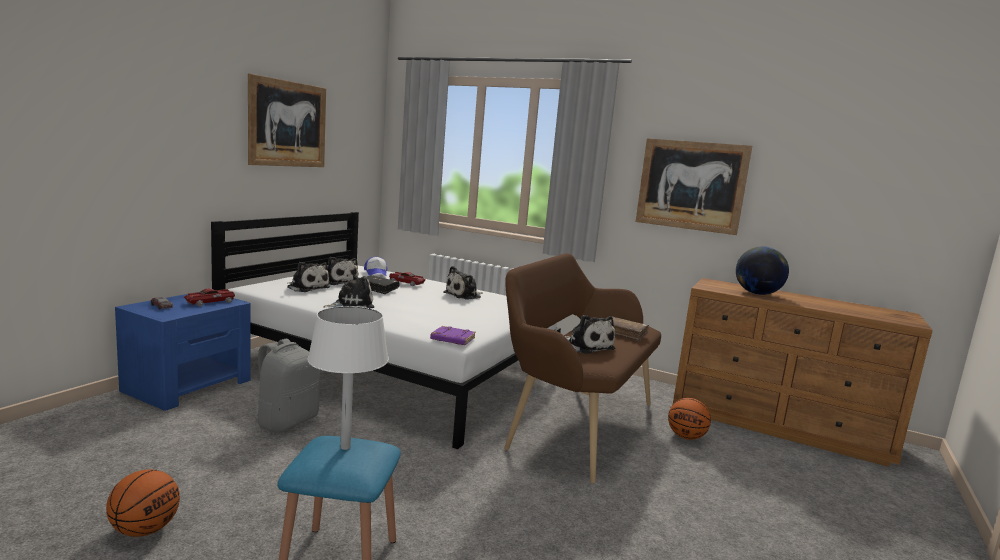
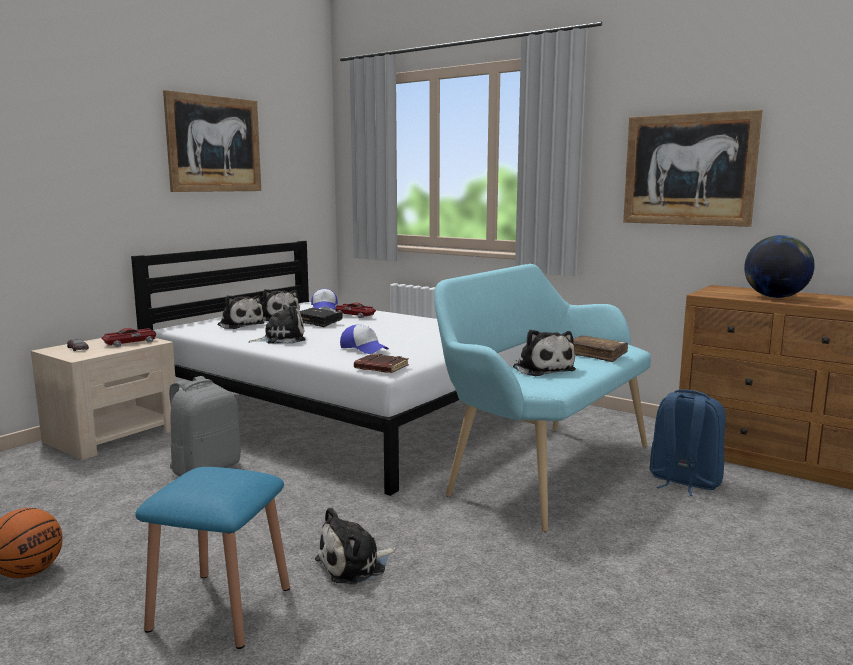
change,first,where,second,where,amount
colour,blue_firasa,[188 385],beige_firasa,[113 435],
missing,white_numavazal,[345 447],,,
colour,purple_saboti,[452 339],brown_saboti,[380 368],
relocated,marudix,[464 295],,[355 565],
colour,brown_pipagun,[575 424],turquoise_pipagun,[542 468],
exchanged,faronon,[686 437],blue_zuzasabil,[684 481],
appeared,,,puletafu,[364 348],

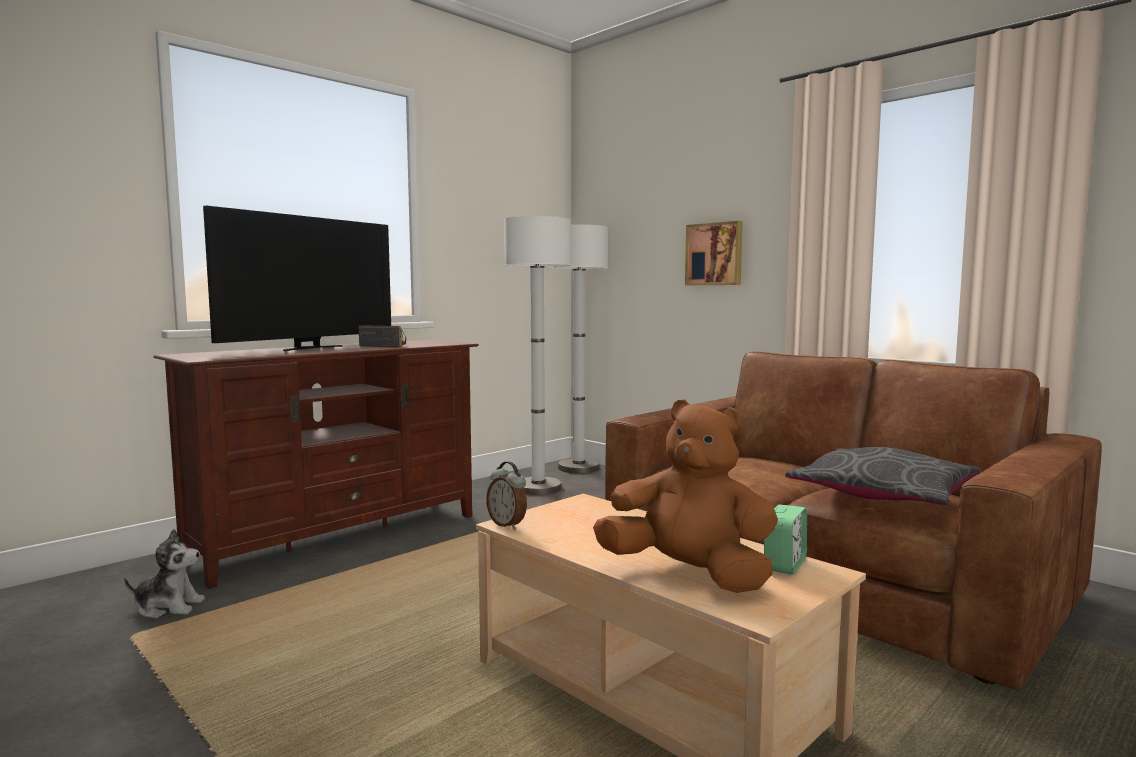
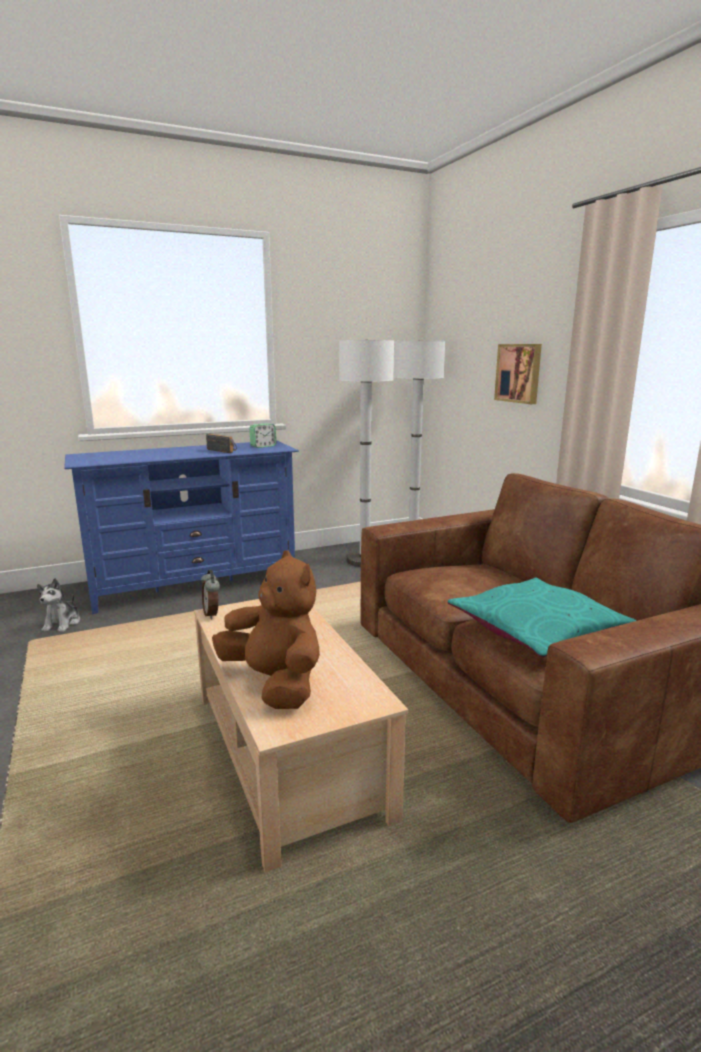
change,first,where,second,where,amount
spun,marudix,[168 607],,[62 623],75 degrees clockwise
colour,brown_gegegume,[339 537],blue_gegegume,[196 585],
missing,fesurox,[310 348],,,
relocated,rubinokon,[784 565],,[263 446],
colour,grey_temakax,[883 494],turquoise_temakax,[536 630],

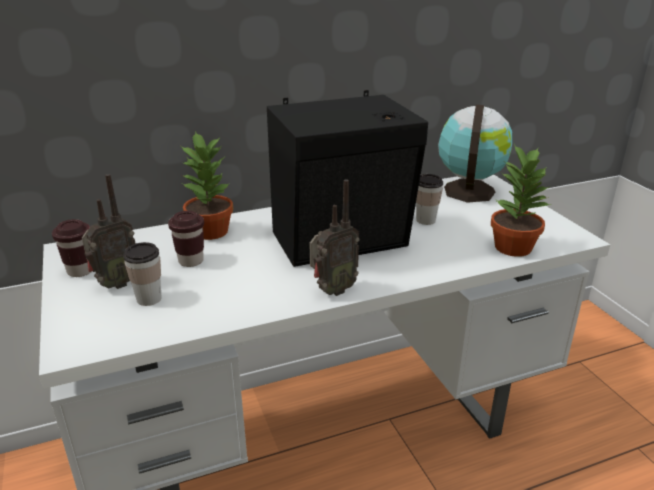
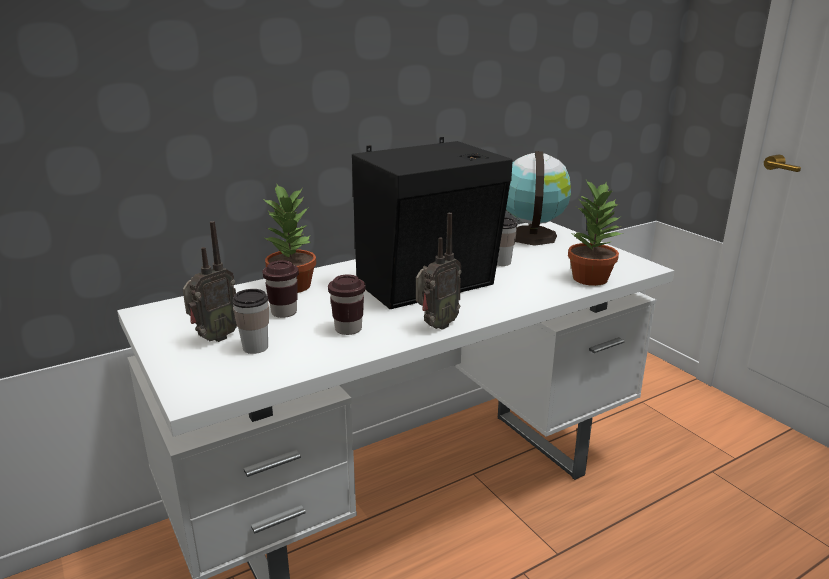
change,first,where,second,where,amount
relocated,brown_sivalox,[80 271],,[348 329],

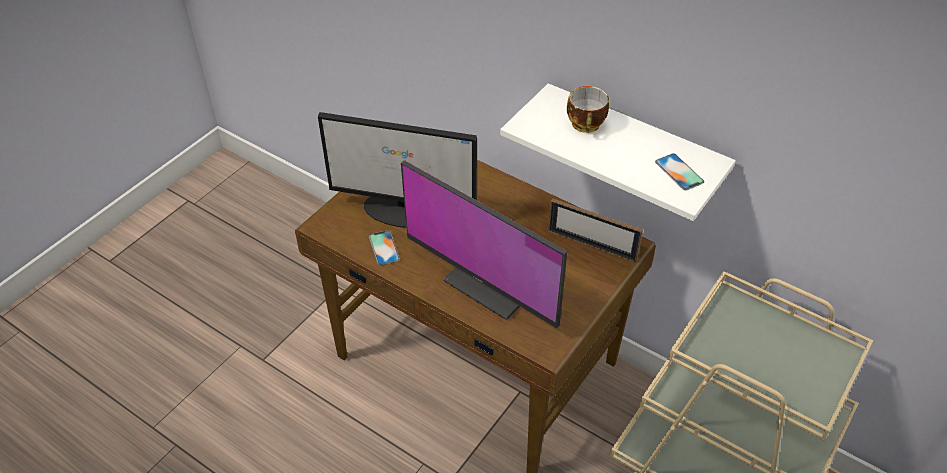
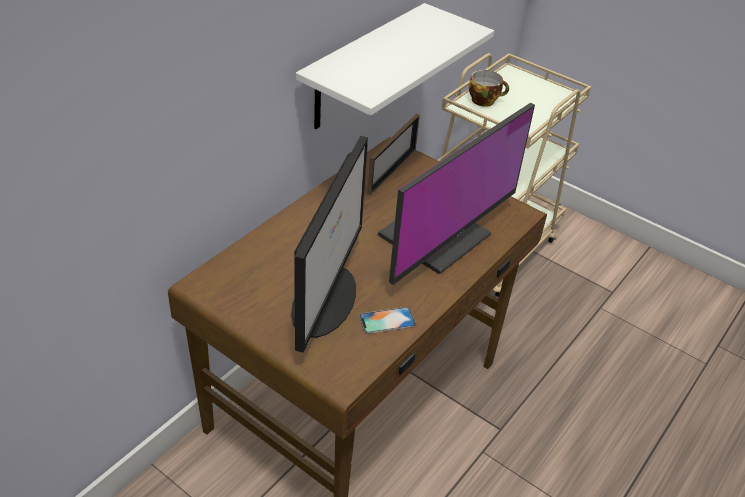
change,first,where,second,where,amount
relocated,sivalox,[587 125],,[484 100],
missing,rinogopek,[679 172],,,

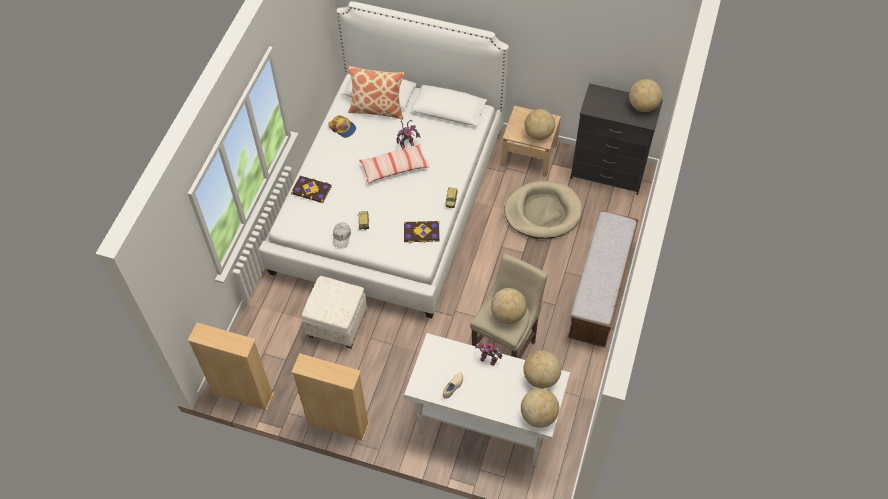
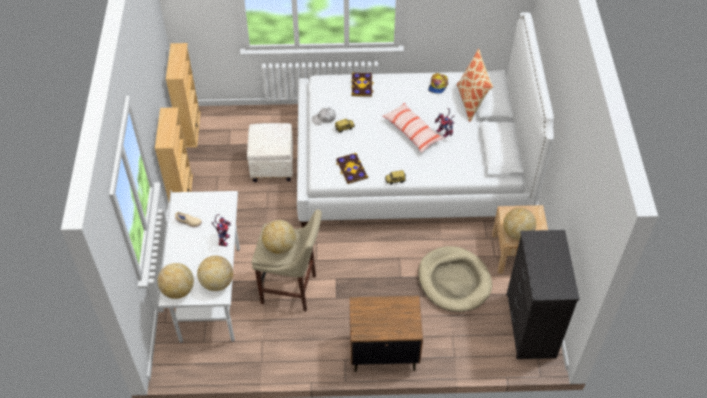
change,first,where,second,where,amount
exchanged,pipagun,[600 291],brown_firasa,[383 351],
missing,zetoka,[643 106],,,

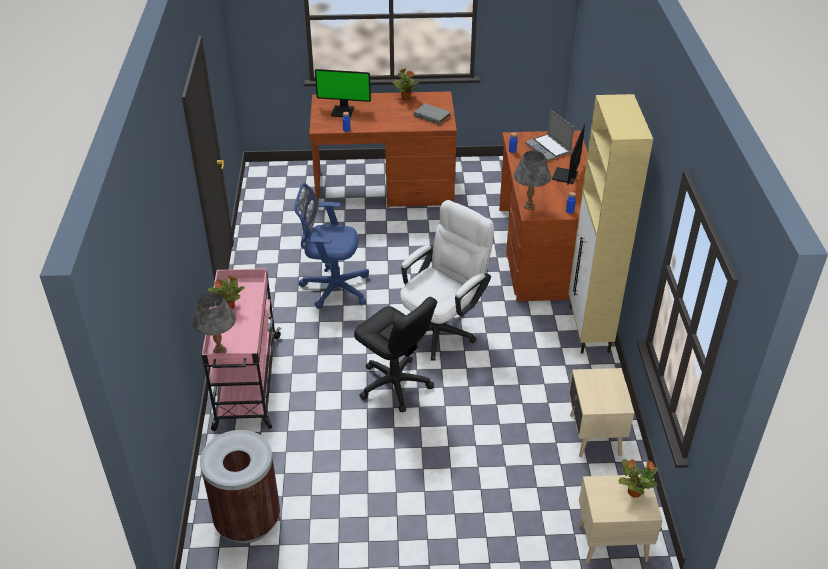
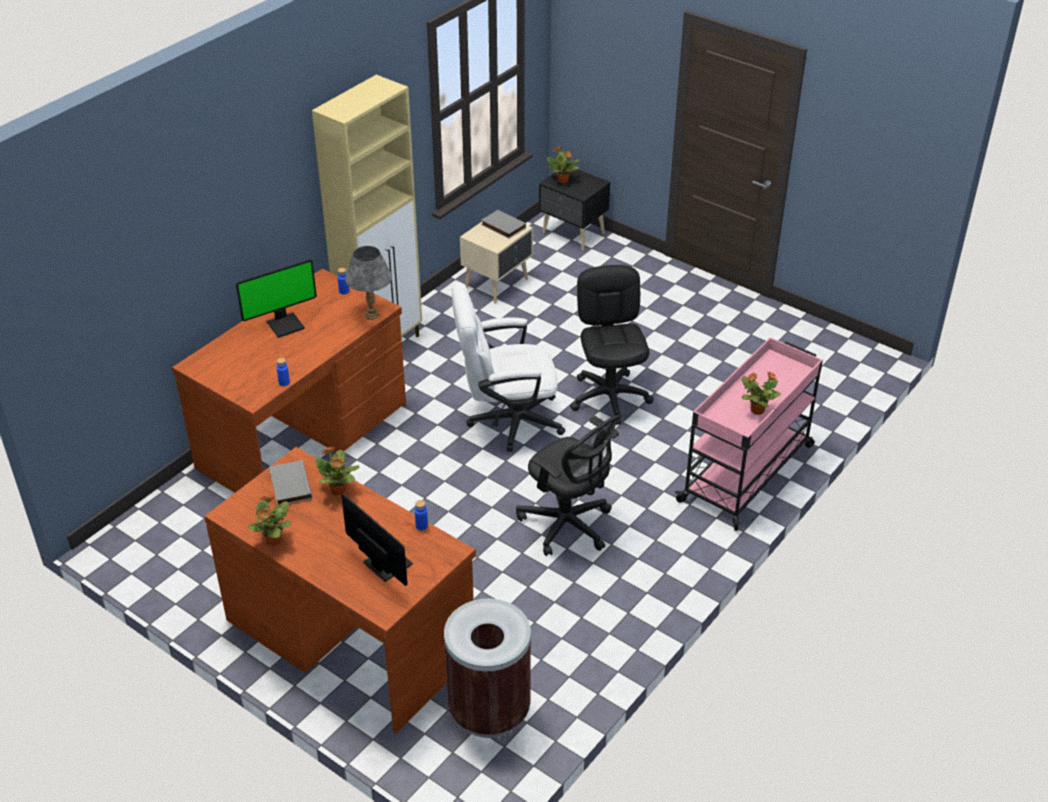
change,first,where,second,where,amount
missing,grey_numavazal,[220 351],,,
relocated,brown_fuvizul,[248 520],,[489 711],
colour,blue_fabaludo,[332 287],black_fabaludo,[568 526],
missing,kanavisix,[548 148],,,
colour,beige_firasa,[610 541],black_firasa,[573 234],
appeared,,,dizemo,[338 490],
appeared,,,grey_saboti,[502 227],

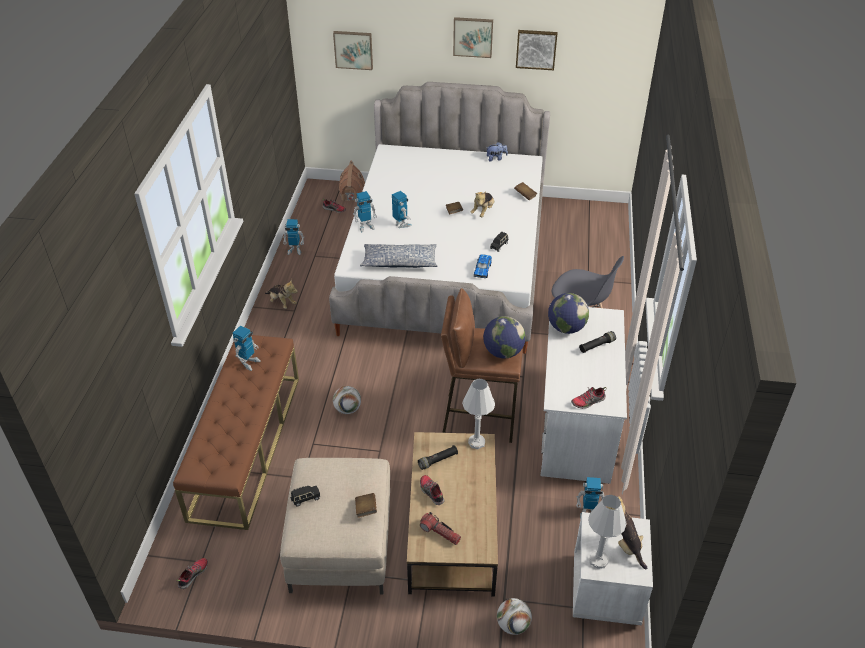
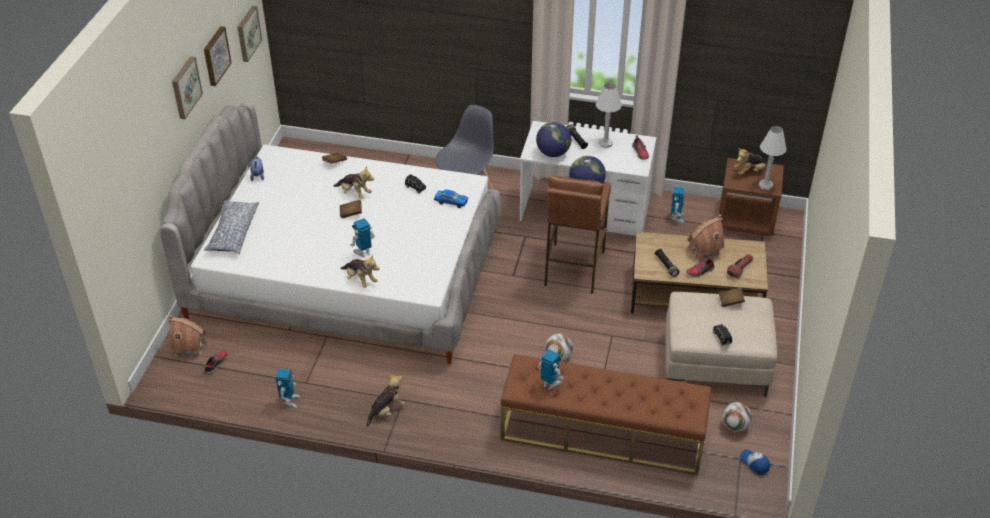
change,first,where,second,where,amount
exchanged,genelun,[193 575],puletafu,[754 463],
relocated,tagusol,[353 49],,[247 33],
exchanged,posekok,[365 226],marudix,[360 280],
relocated,temakax,[399 262],,[233 233],
relocated,white_numavazal,[476 442],,[605 143],
relocated,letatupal,[513 625],,[734 426],
colour,white_firasa,[606 590],brown_firasa,[746 219],
appeared,,,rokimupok,[703 251],

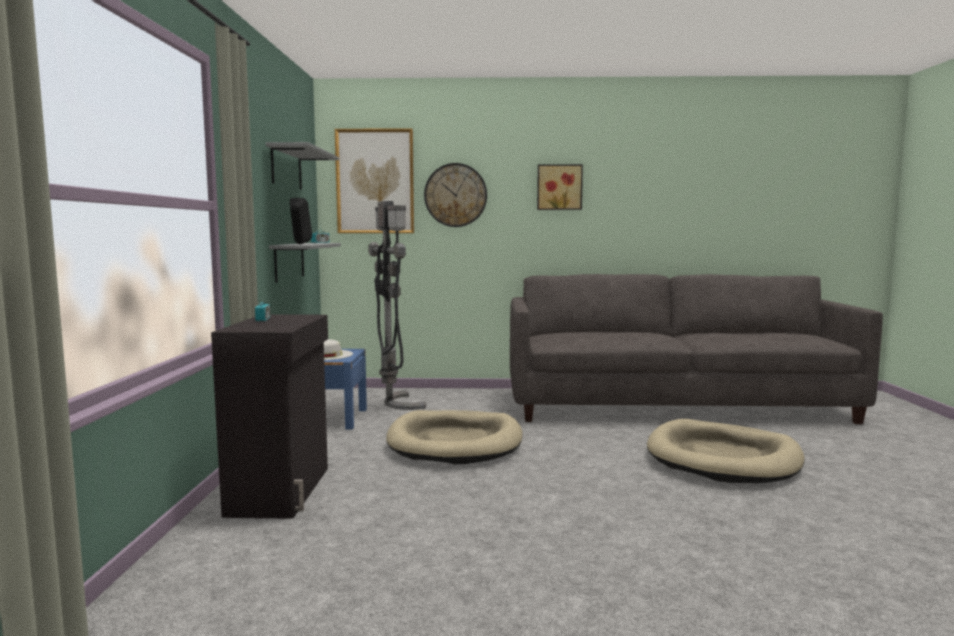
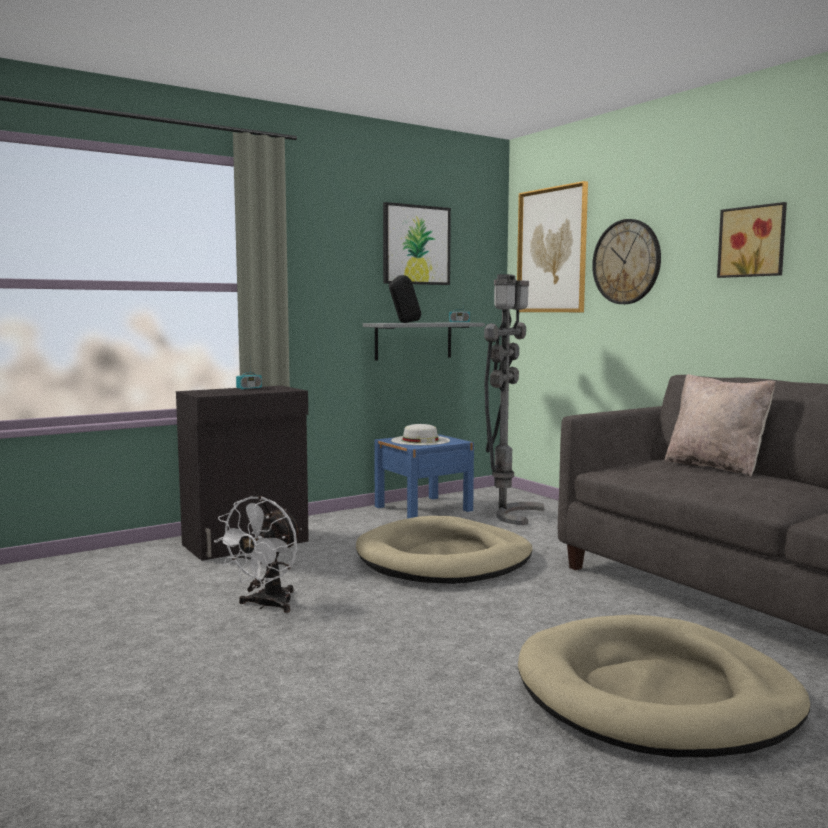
change,first,where,second,where,amount
exchanged,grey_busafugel,[286 168],tagusol,[416 245],
appeared,,,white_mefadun,[266 605],
appeared,,,beige_temakax,[715 467],

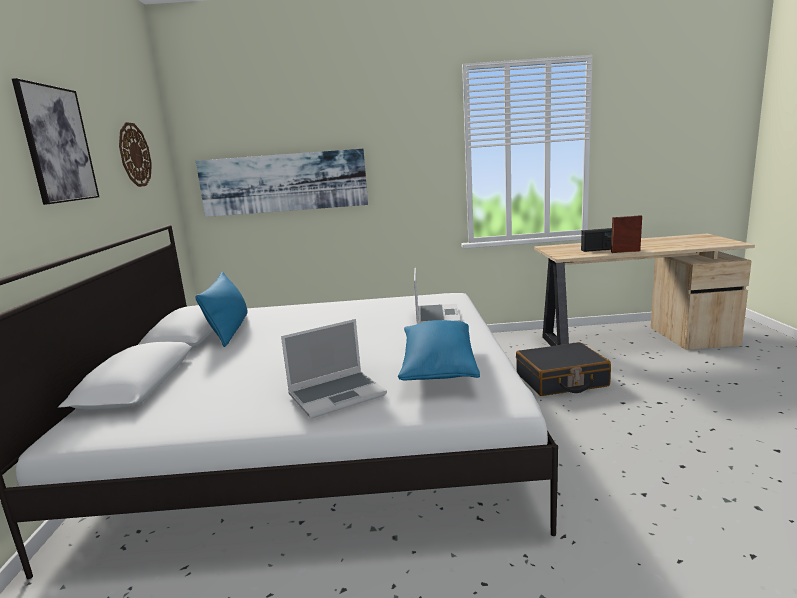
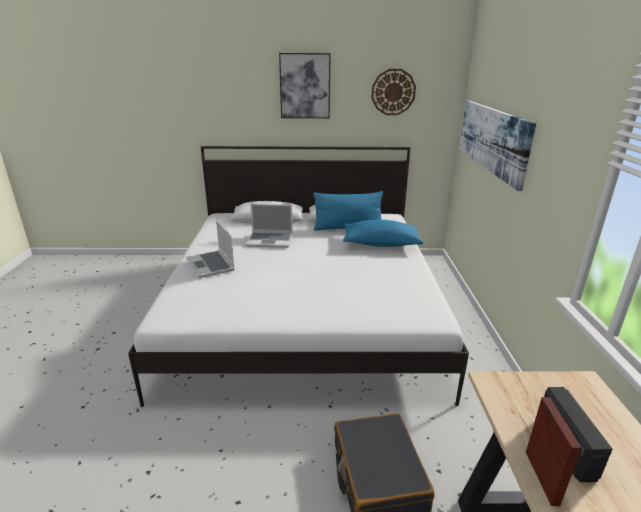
change,first,where,second,where,amount
relocated,blue_temakax,[438 367],,[381 244],
relocated,kanavisix,[436 316],,[271 240],

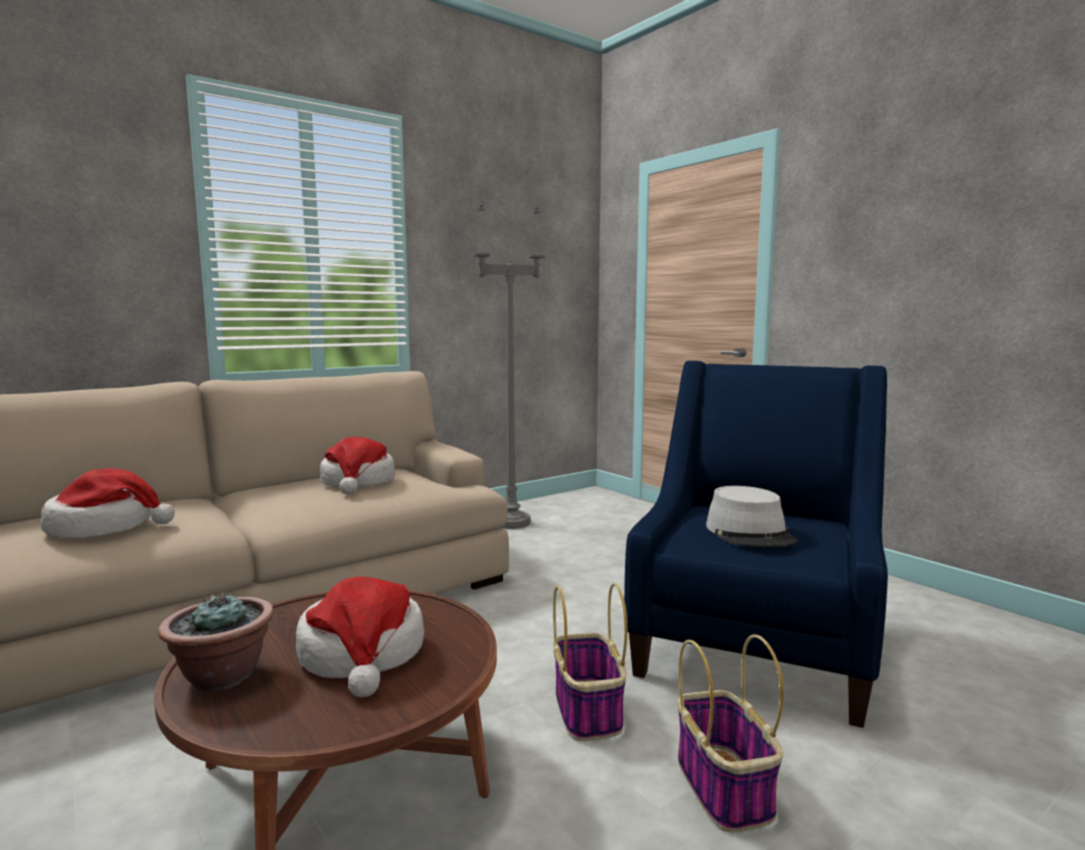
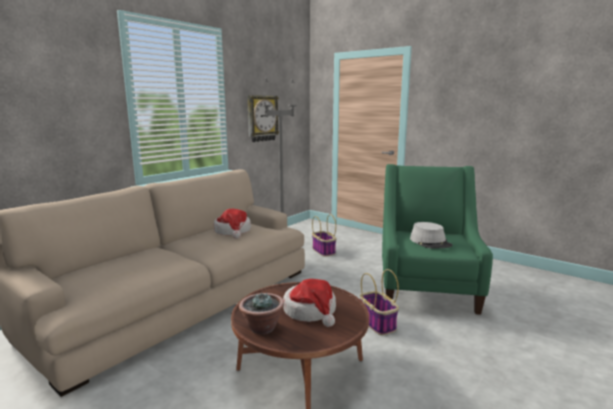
change,first,where,second,where,amount
missing,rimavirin,[104 527],,,
colour,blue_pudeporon,[755 646],green_pudeporon,[426 288],
relocated,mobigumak,[725 788],,[324 251],
appeared,,,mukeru,[262 118],

